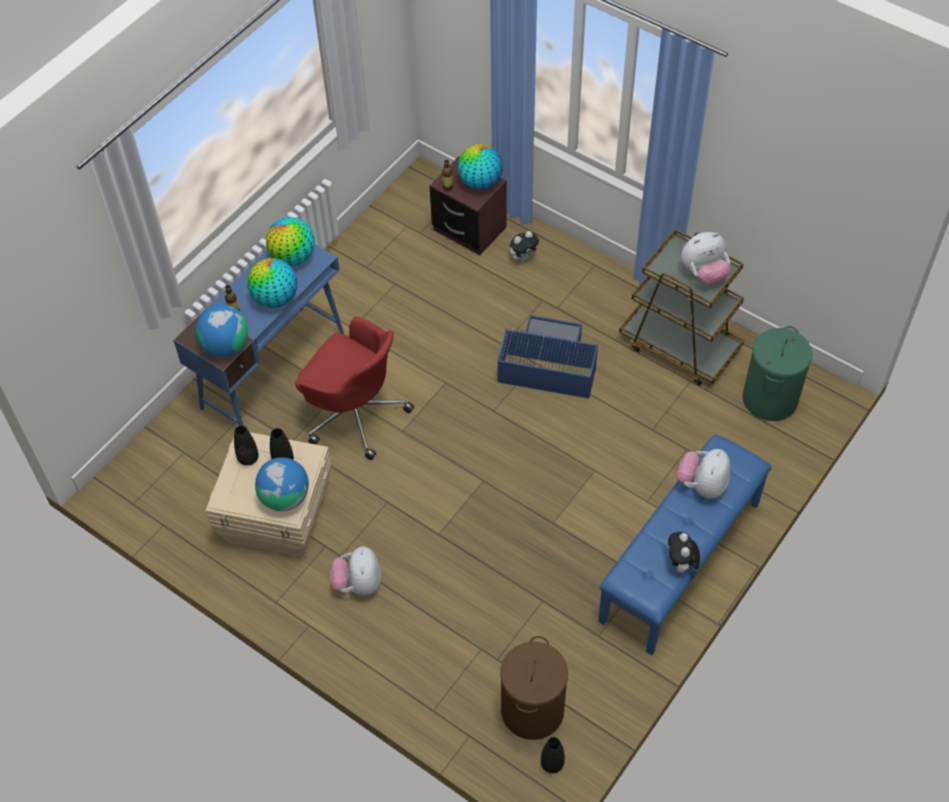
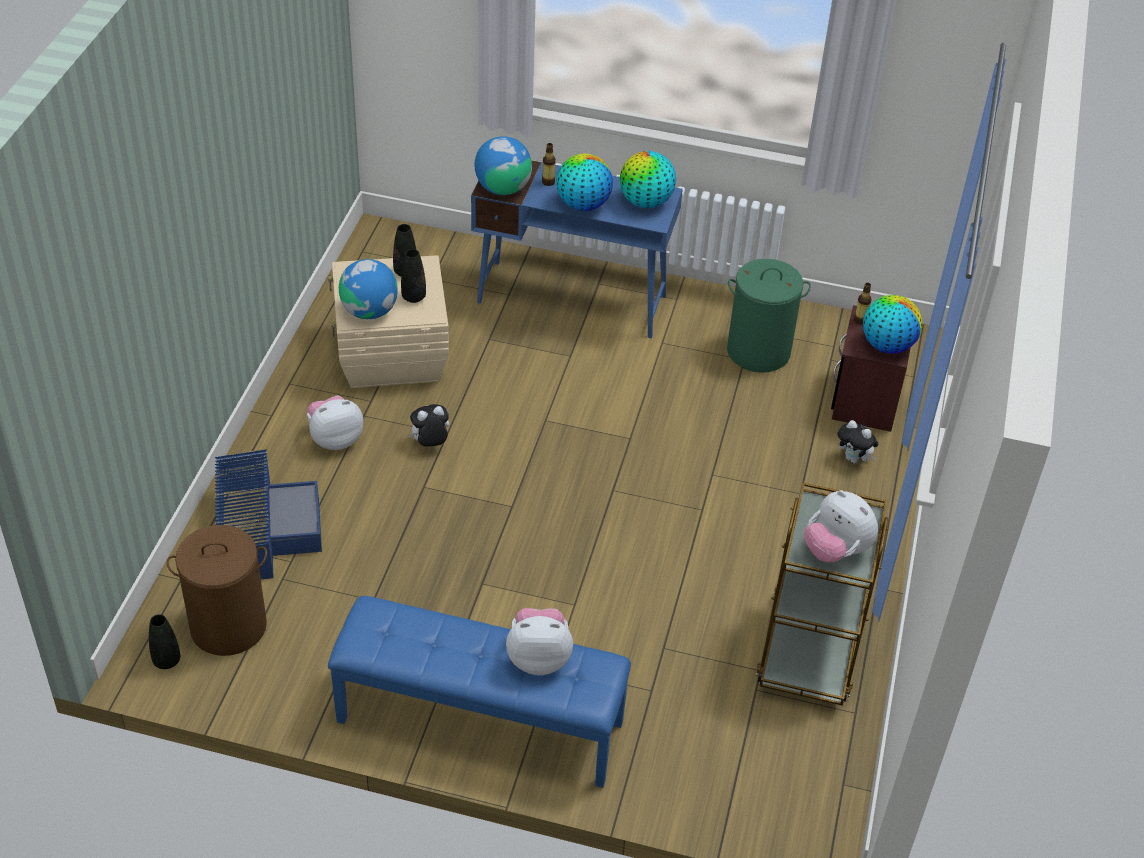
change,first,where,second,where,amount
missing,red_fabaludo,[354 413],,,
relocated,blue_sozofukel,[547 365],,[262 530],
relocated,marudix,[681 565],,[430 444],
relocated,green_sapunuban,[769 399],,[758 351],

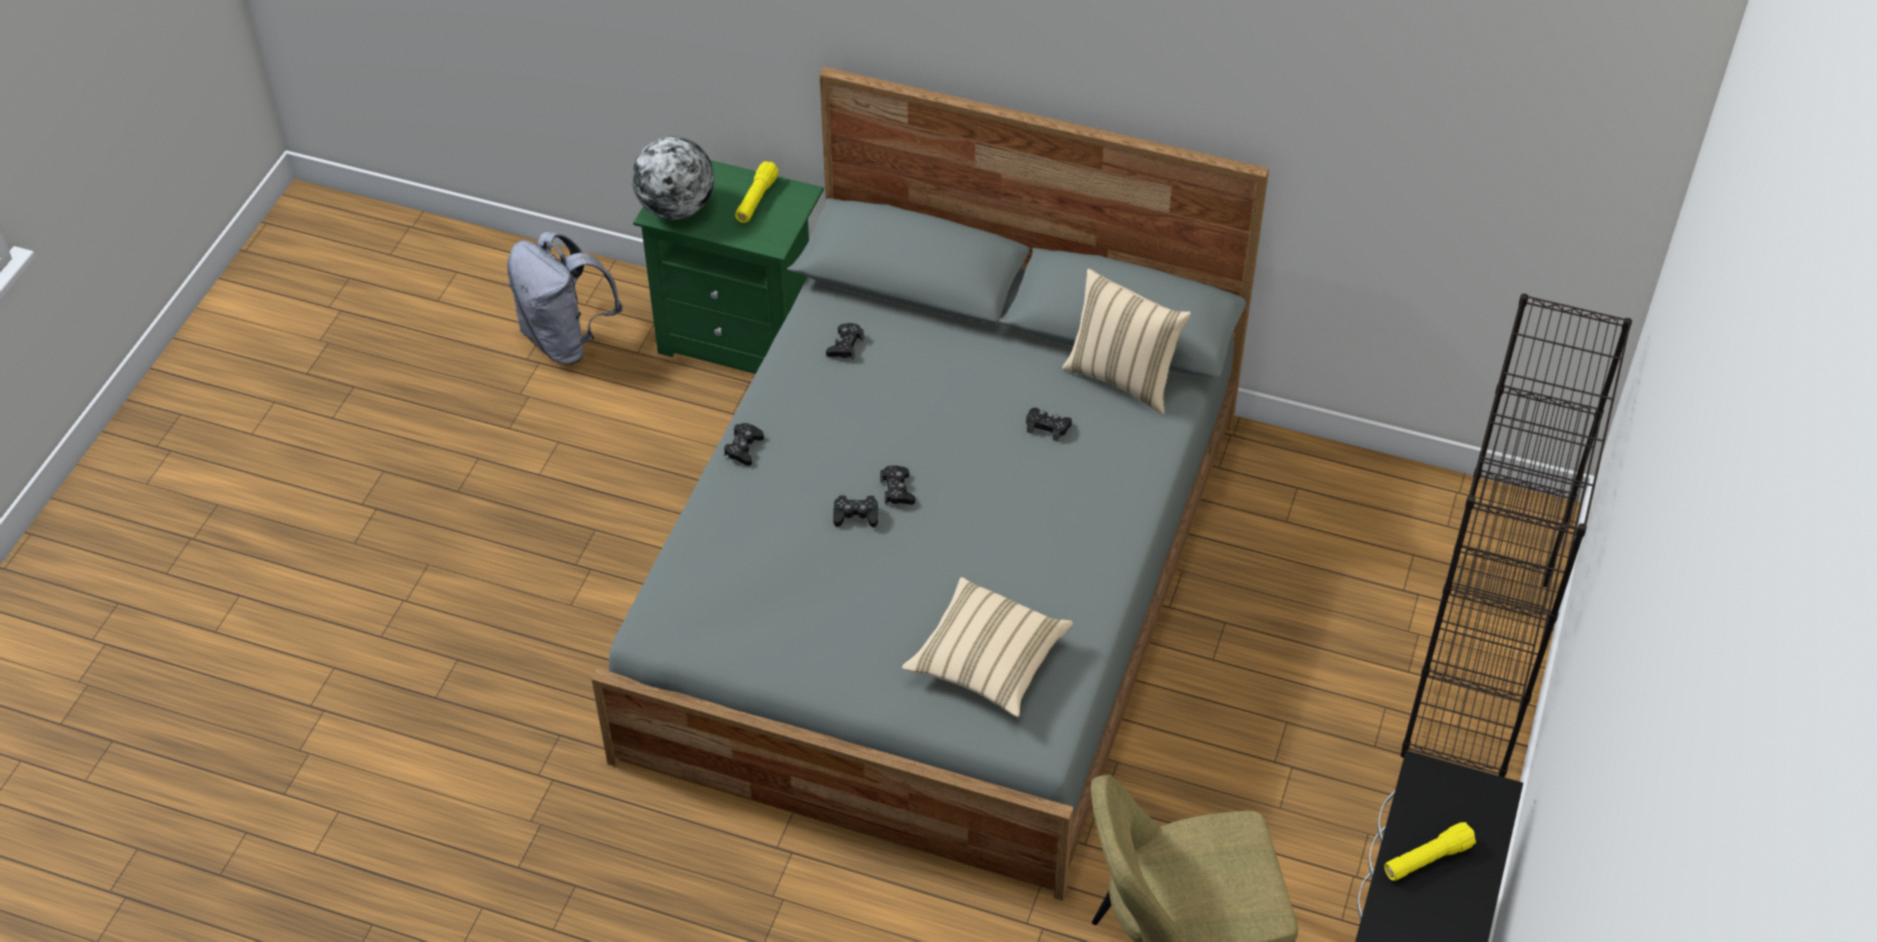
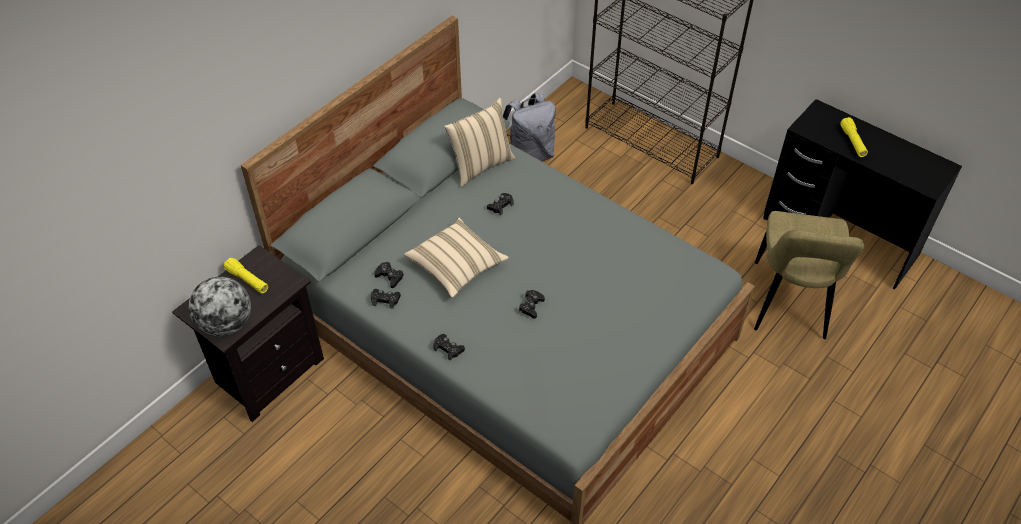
change,first,where,second,where,amount
relocated,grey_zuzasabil,[566 340],,[529 155],
colour,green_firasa,[742 337],black_firasa,[267 371],
relocated,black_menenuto,[897 490],,[385 300],
relocated,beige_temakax,[987 661],,[456 266],

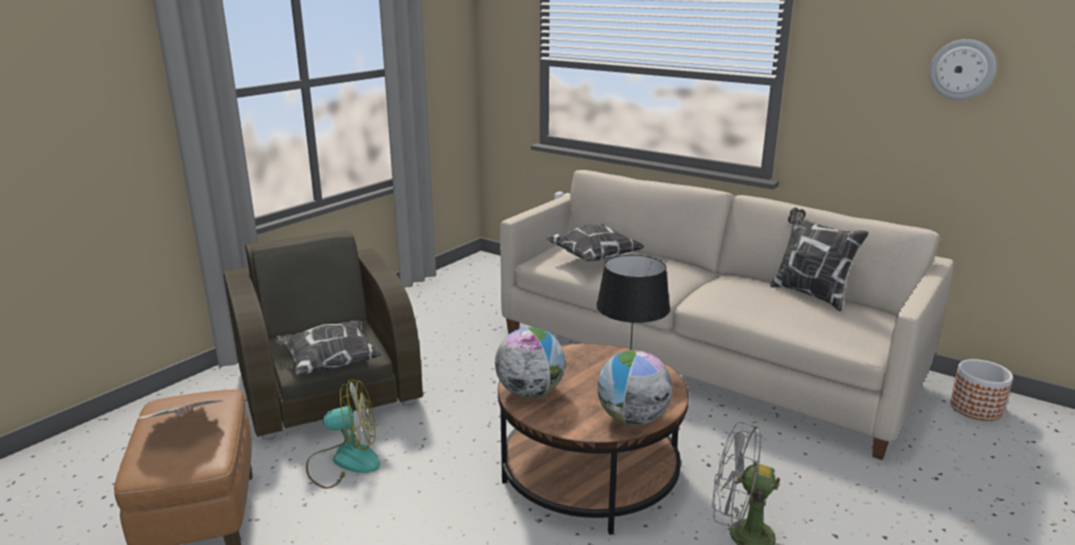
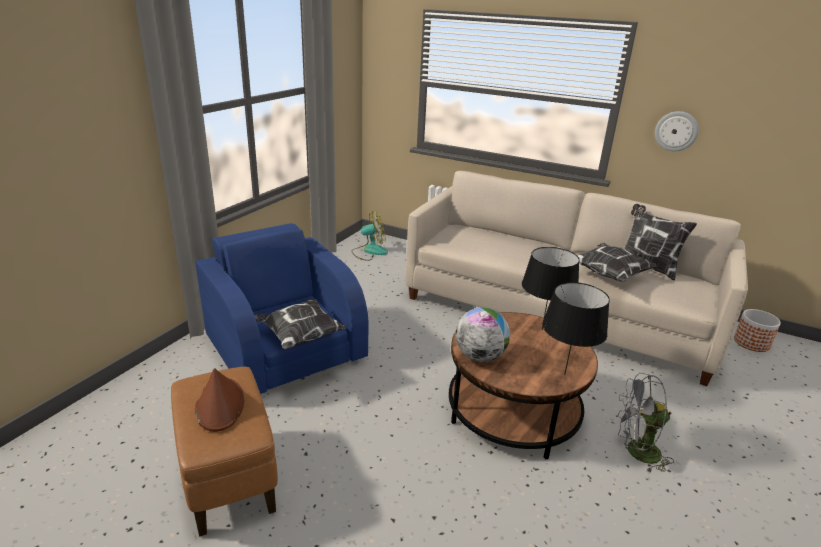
change,first,where,second,where,amount
exchanged,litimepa,[185 427],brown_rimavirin,[220 405],
colour,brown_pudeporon,[328 386],blue_pudeporon,[285 349],
relocated,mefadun,[344 461],,[369 251],
relocated,temakax,[594 258],,[609 274],
exchanged,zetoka,[632 419],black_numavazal,[564 375],
relocated,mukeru,[962 69],,[676 131],

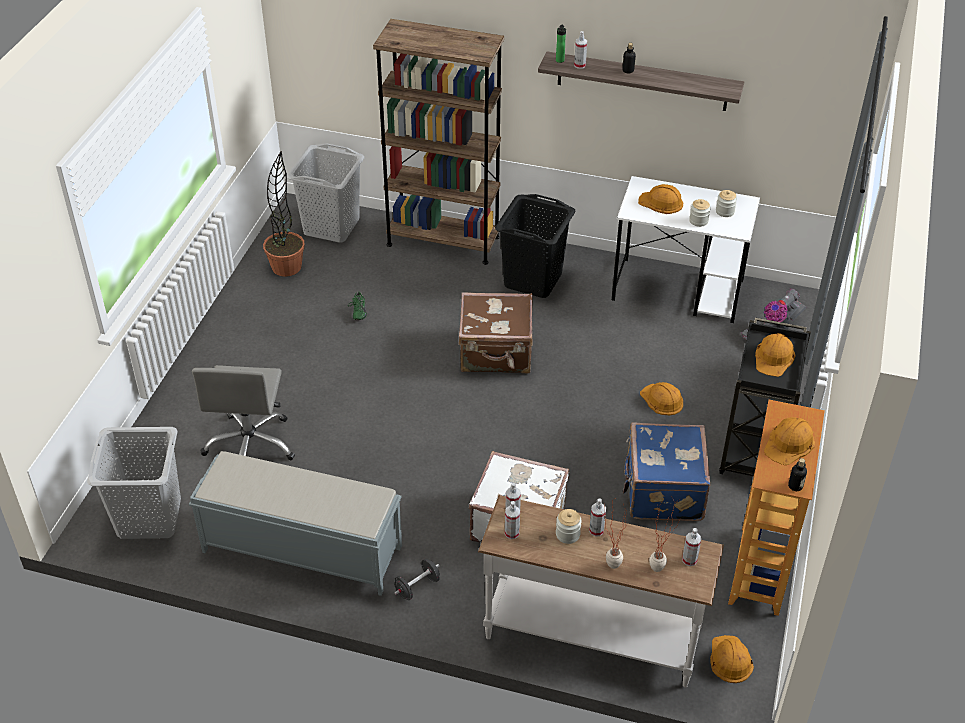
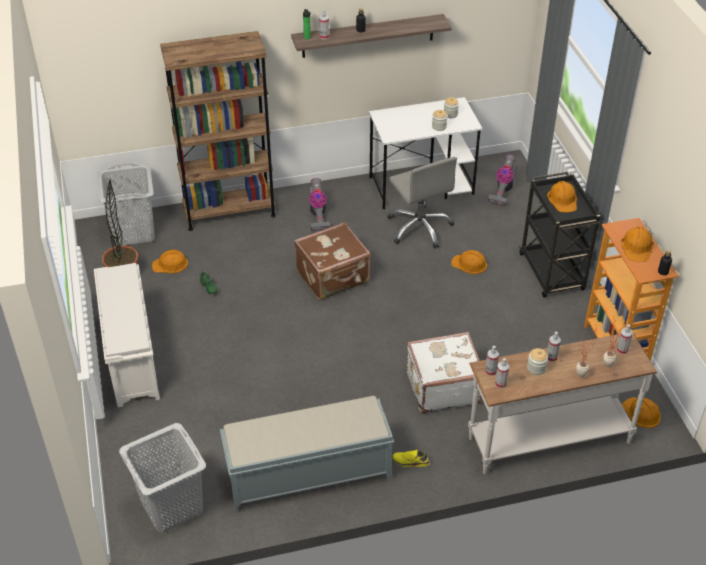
change,first,where,second,where,amount
relocated,grey_fabaludo,[251 446],,[420 227],
exchanged,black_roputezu,[417 587],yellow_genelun,[410 462],
exchanged,black_sapunuban,[533 279],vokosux,[317 215],
missing,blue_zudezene,[662 491],,,
relocated,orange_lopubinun,[661 202],,[170 264],
appeared,,,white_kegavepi,[131 358],

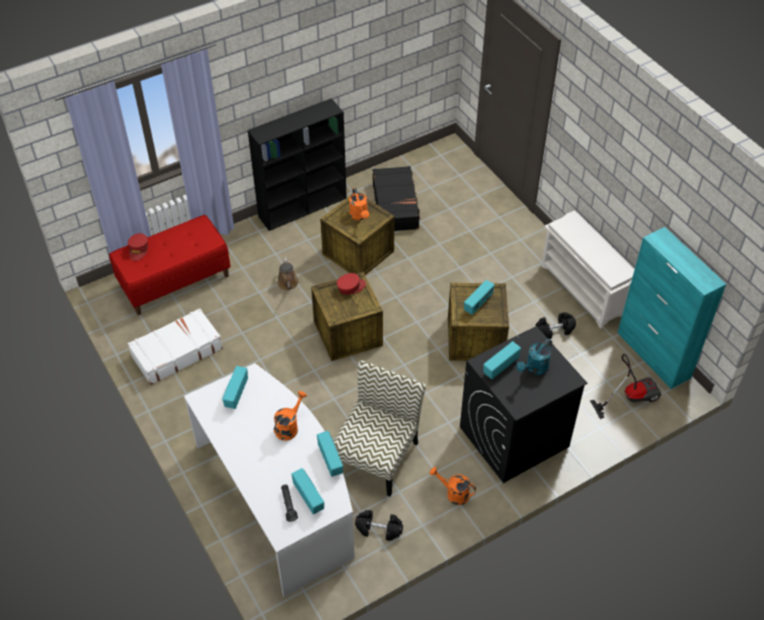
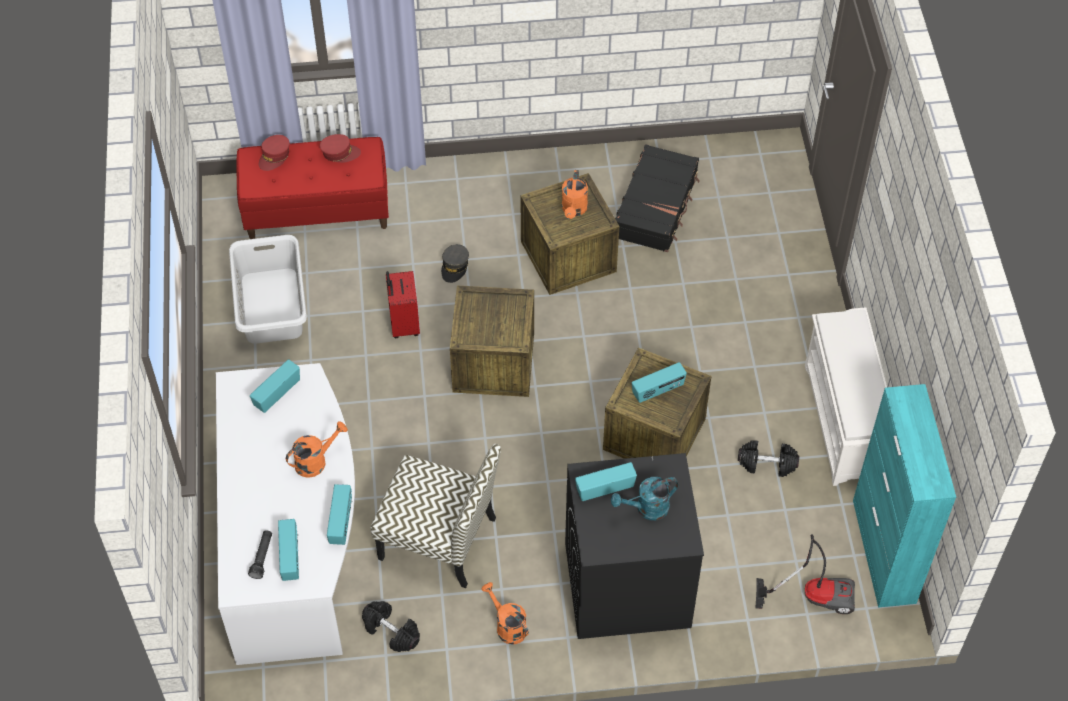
change,first,where,second,where,amount
exchanged,white_zudezene,[176 352],grey_sapunuban,[271 306],
missing,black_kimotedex,[303 207],,,
exchanged,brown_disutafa,[288 284],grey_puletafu,[454 267],
spun,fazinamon,[376 456],,[440 539],60 degrees clockwise
relocated,red_puletafu,[351 287],,[340 153],
appeared,,,red_zudezene,[403 324],

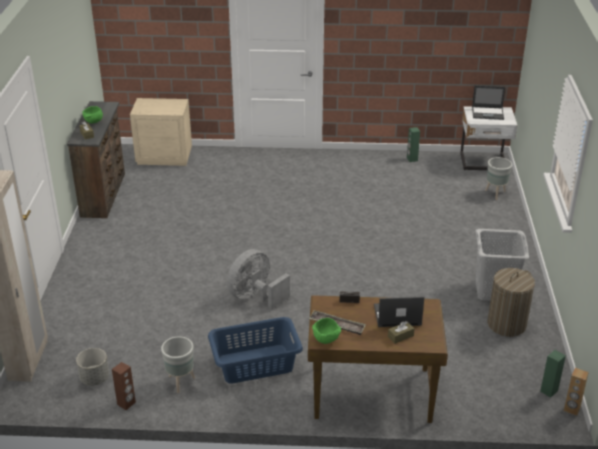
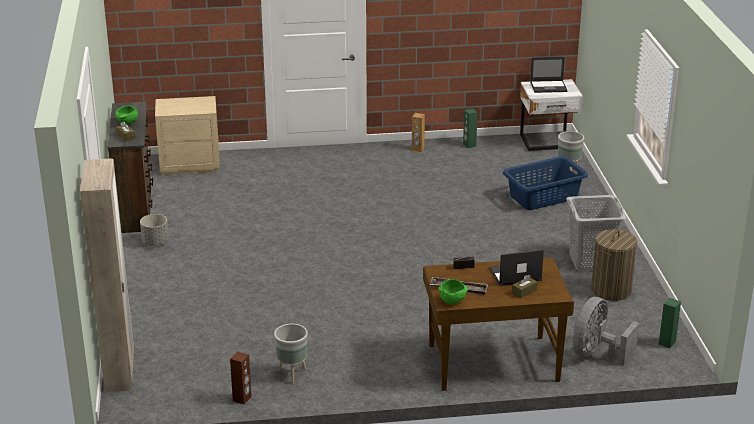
change,first,where,second,where,amount
relocated,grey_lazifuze,[95 378],,[155 242],
relocated,blue_sapunuban,[256 364],,[544 197],
relocated,grey_mefadun,[255 297],,[596 353],
relocated,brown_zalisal,[571 409],,[417 149],

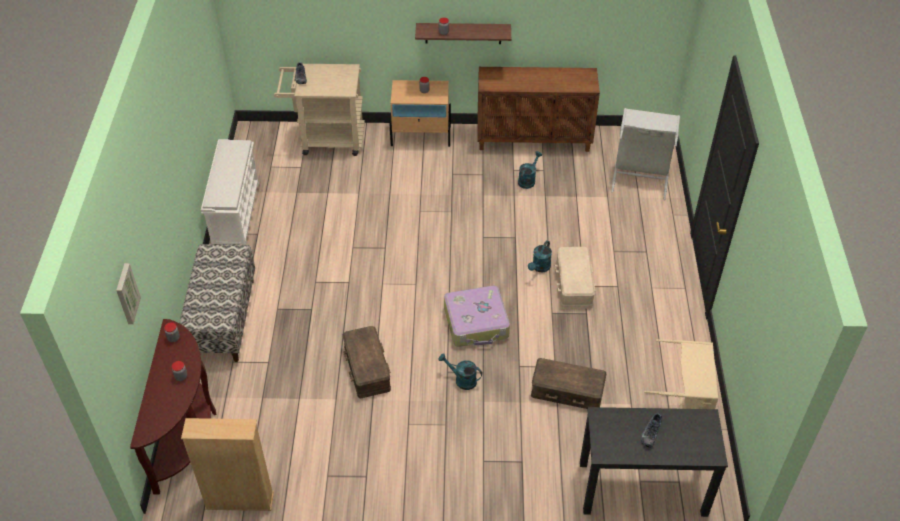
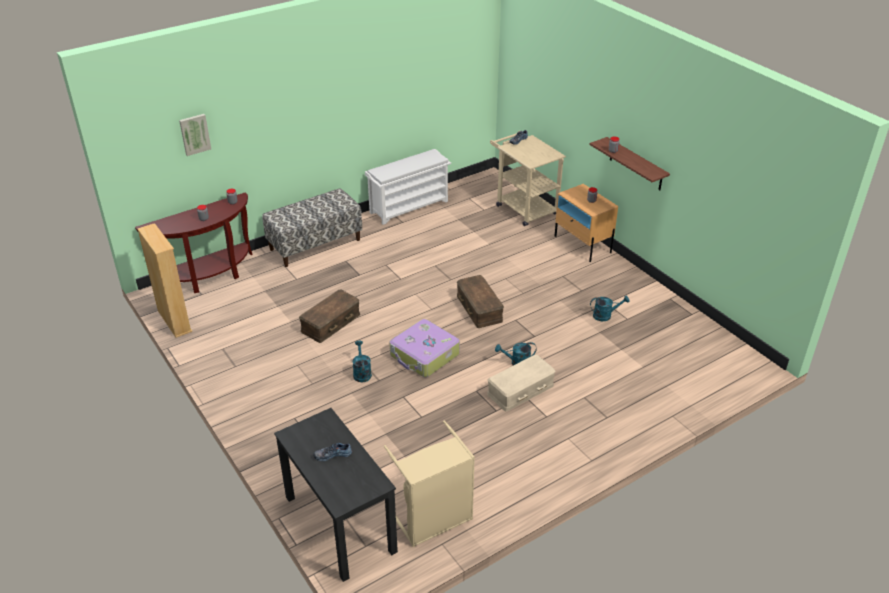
change,first,where,second,where,amount
missing,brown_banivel,[534 139],,,
relocated,brown_sozofukel,[567 391],,[478 308],
missing,grey_sapunuban,[640 177],,,

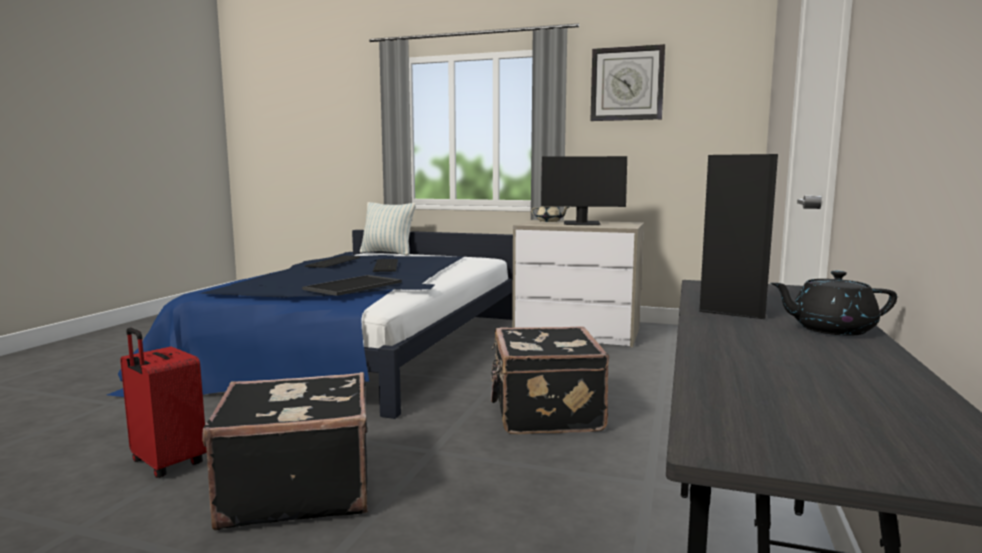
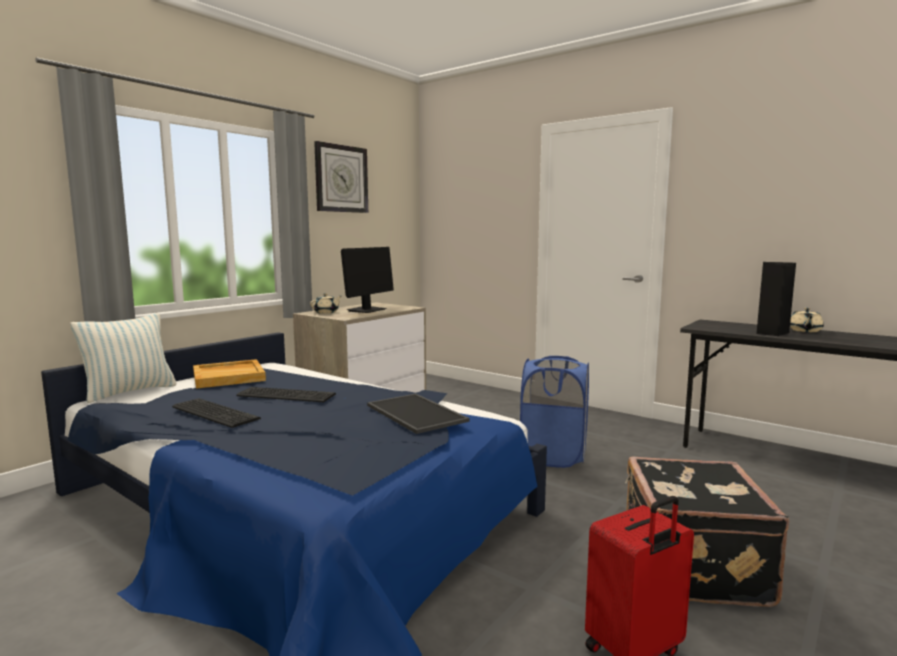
change,first,where,second,where,amount
exchanged,black_zudezene,[544 413],blue_sapunuban,[553 456],
colour,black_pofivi,[830 329],beige_pofivi,[804 331],
appeared,,,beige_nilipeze,[229 376],

